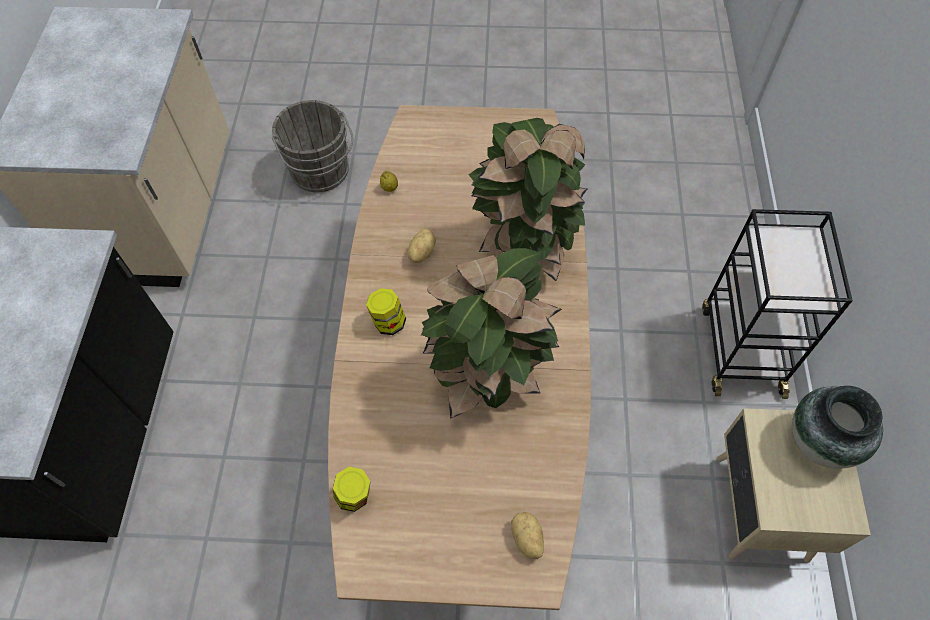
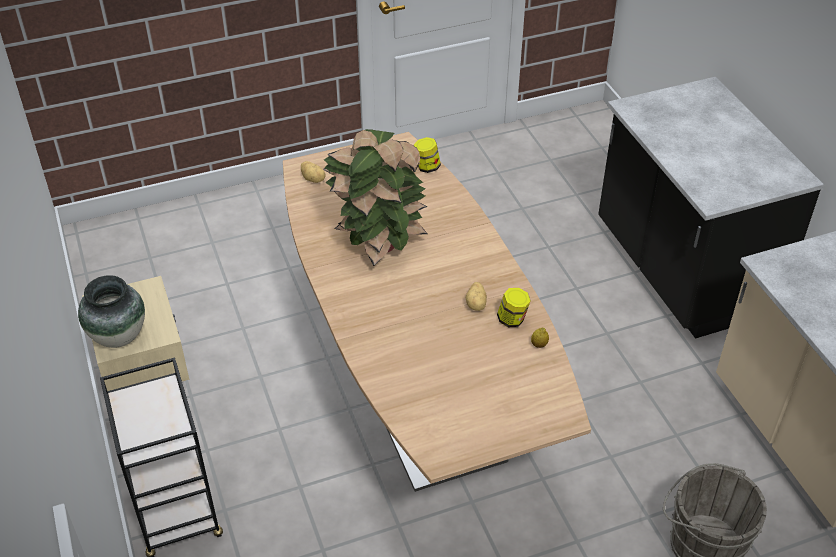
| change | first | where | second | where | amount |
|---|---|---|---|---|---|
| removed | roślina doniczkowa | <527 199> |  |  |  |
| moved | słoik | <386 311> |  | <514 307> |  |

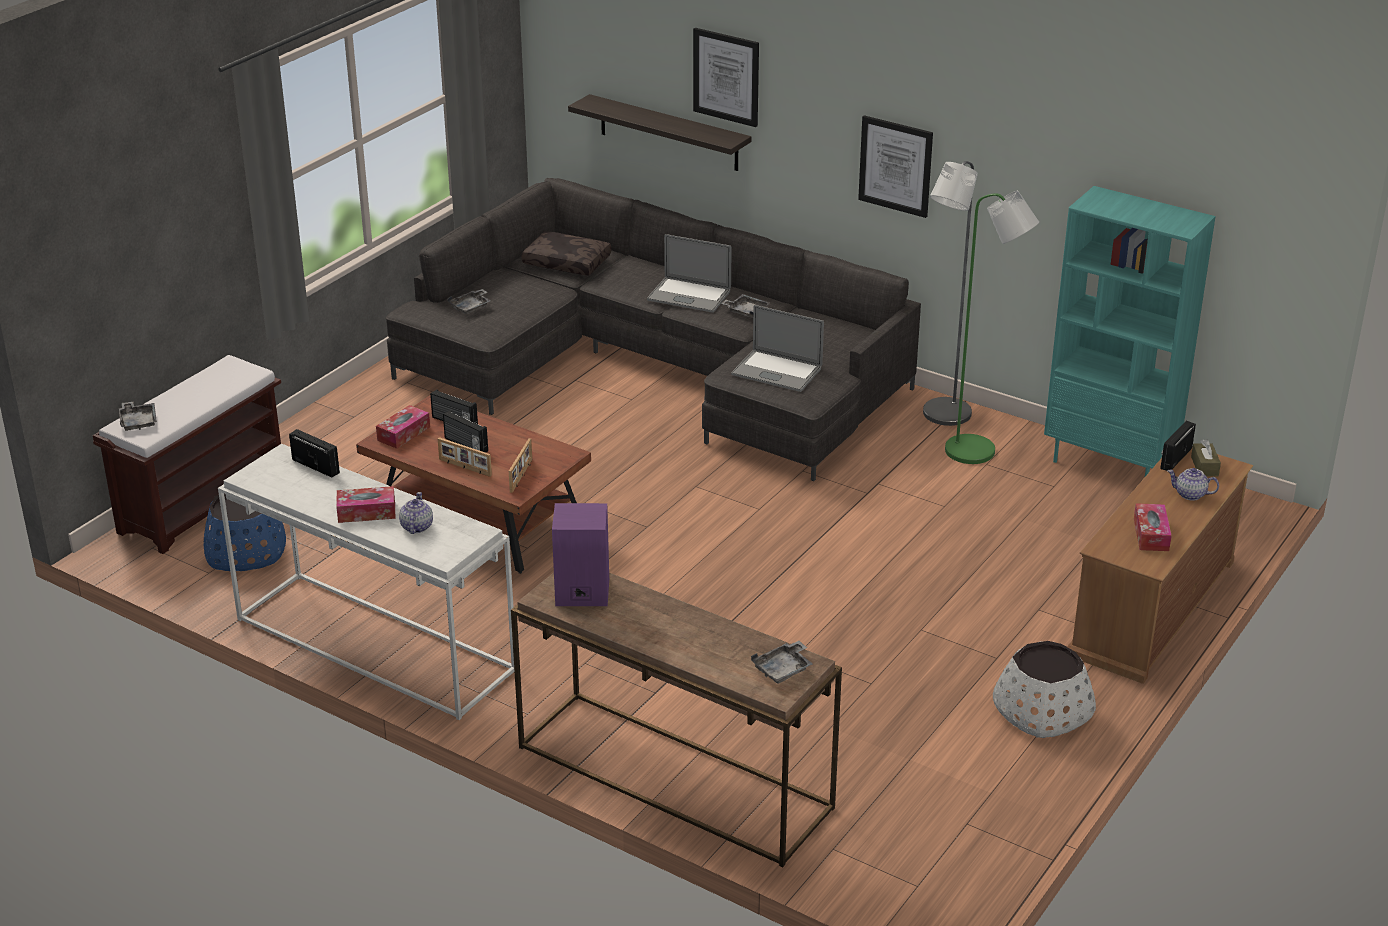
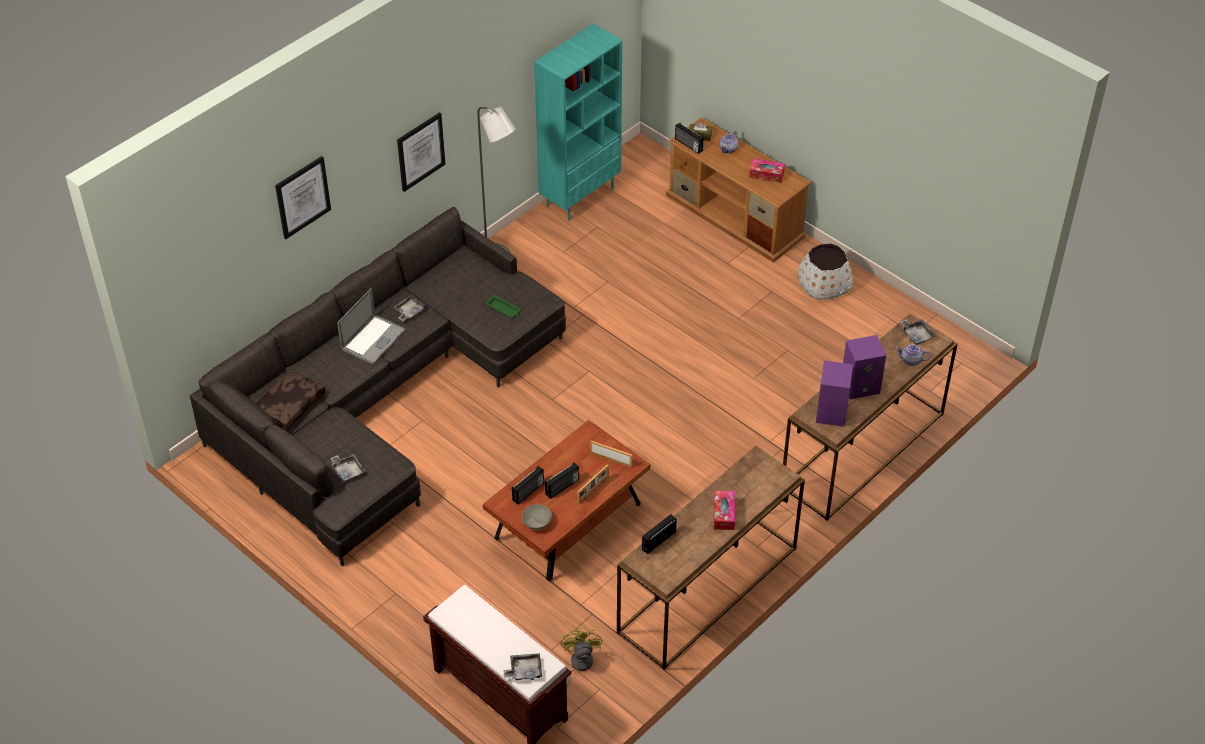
| change | first | where | second | where | amount |
|---|---|---|---|---|---|
| removed | półka | <659 132> |  |  |  |
| removed | lampa stojąca (zielony) | <992 327> |  |  |  |
| replaced | laptop | <777 348> | taca (zielony) | <503 306> |  |
| replaced | pudełko chusteczek | <403 427> | miska (szary) | <536 517> |  |
| recoloured | stolik konsolowy (biały) | <366 582> | stolik konsolowy (brązowy) | <711 558> |  |
| moved | imbryk | <416 513> |  | <913 355> |  |
| replaced | donica (niebieski) | <245 532> | wentylator (żółty) | <581 657> |  |
| added |  |  | głośnik (fioletowy) | <864 367> |  |

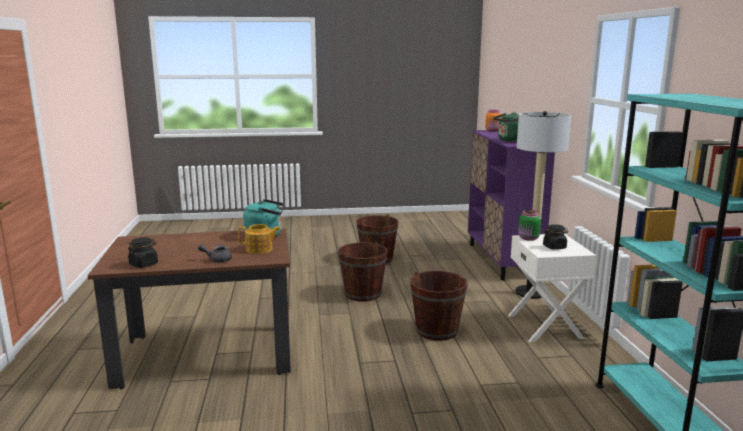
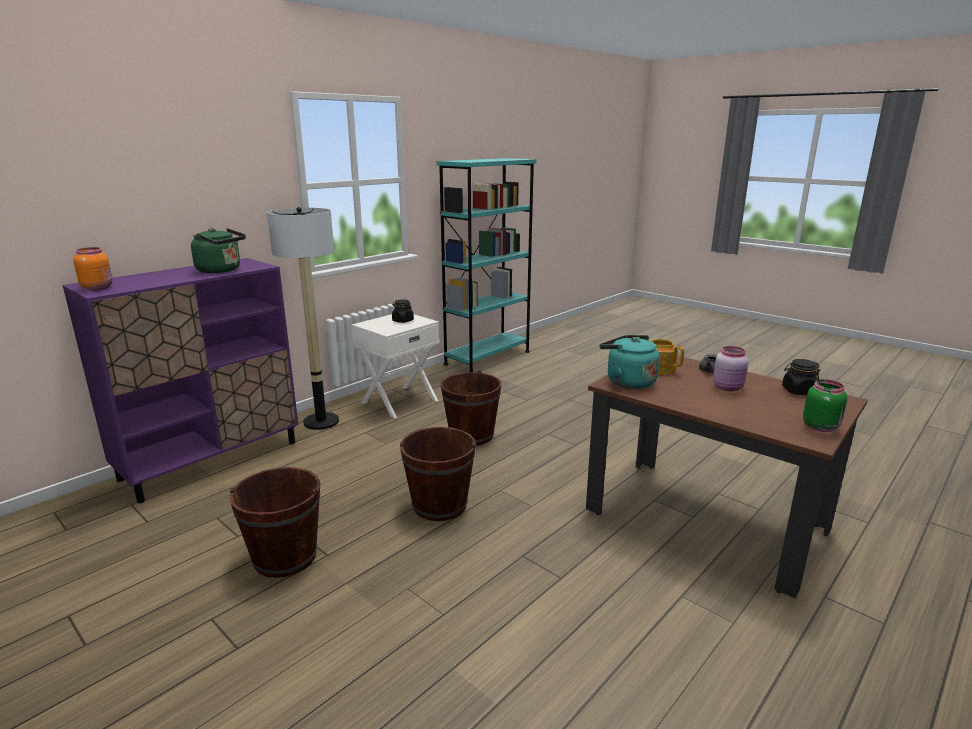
| change | first | where | second | where | amount |
|---|---|---|---|---|---|
| moved | słoik (zielony) | <529 225> |  | <825 405> |  |
| added |  |  | słoik (różowy) | <730 369> |  |

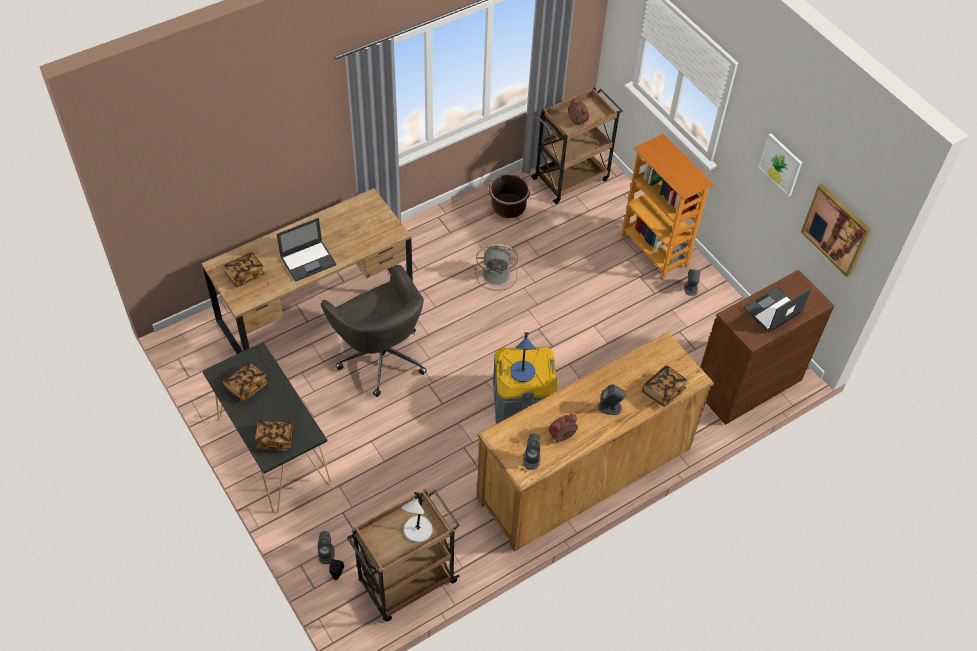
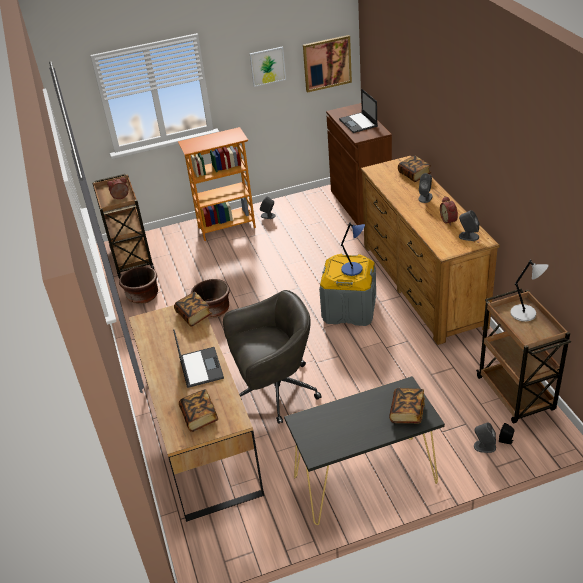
| change | first | where | second | where | amount |
|---|---|---|---|---|---|
| replaced | wentylator (szary) | <496 267> | donica (brązowy) | <210 298> |  |
| moved | książka | <245 381> |  | <193 309> |  |

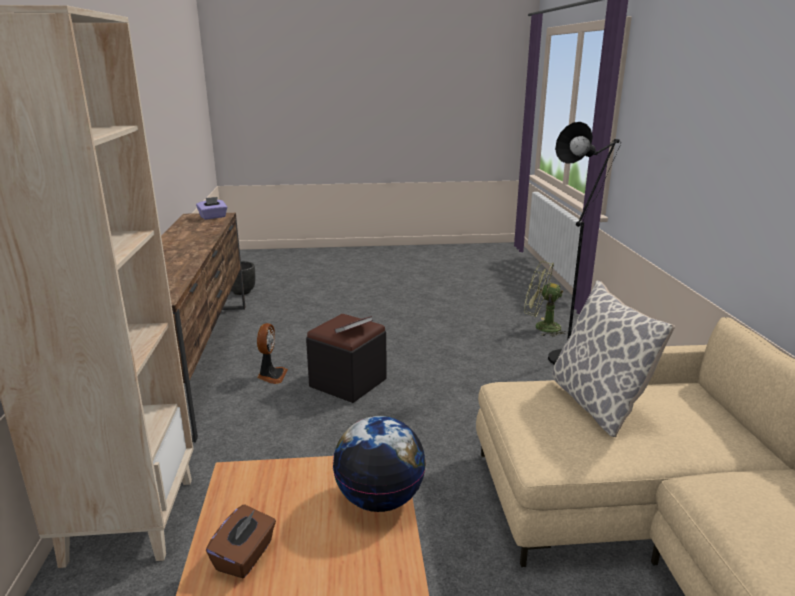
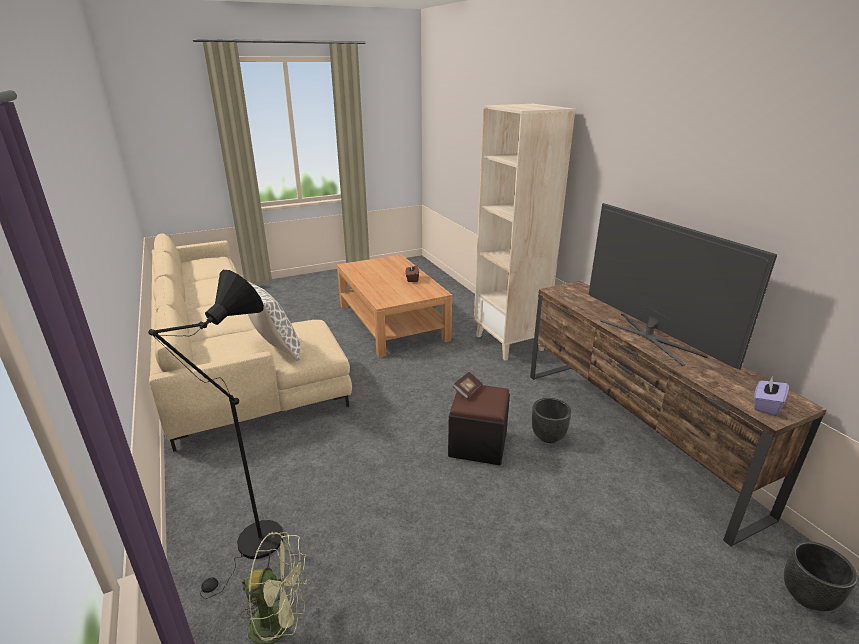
| change | first | where | second | where | amount |
|---|---|---|---|---|---|
| replaced | wentylator | <272 353> | donica (czarny) | <551 420> |  |
| removed | globus | <379 464> |  |  |  |
| added |  |  | telewizor | <683 286> |  |

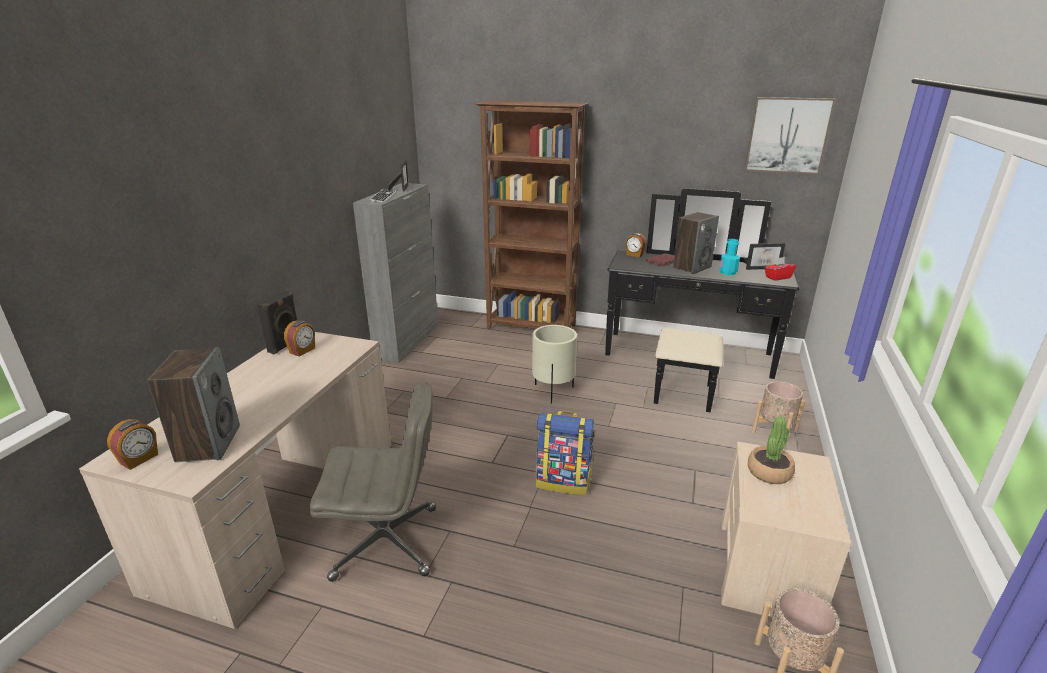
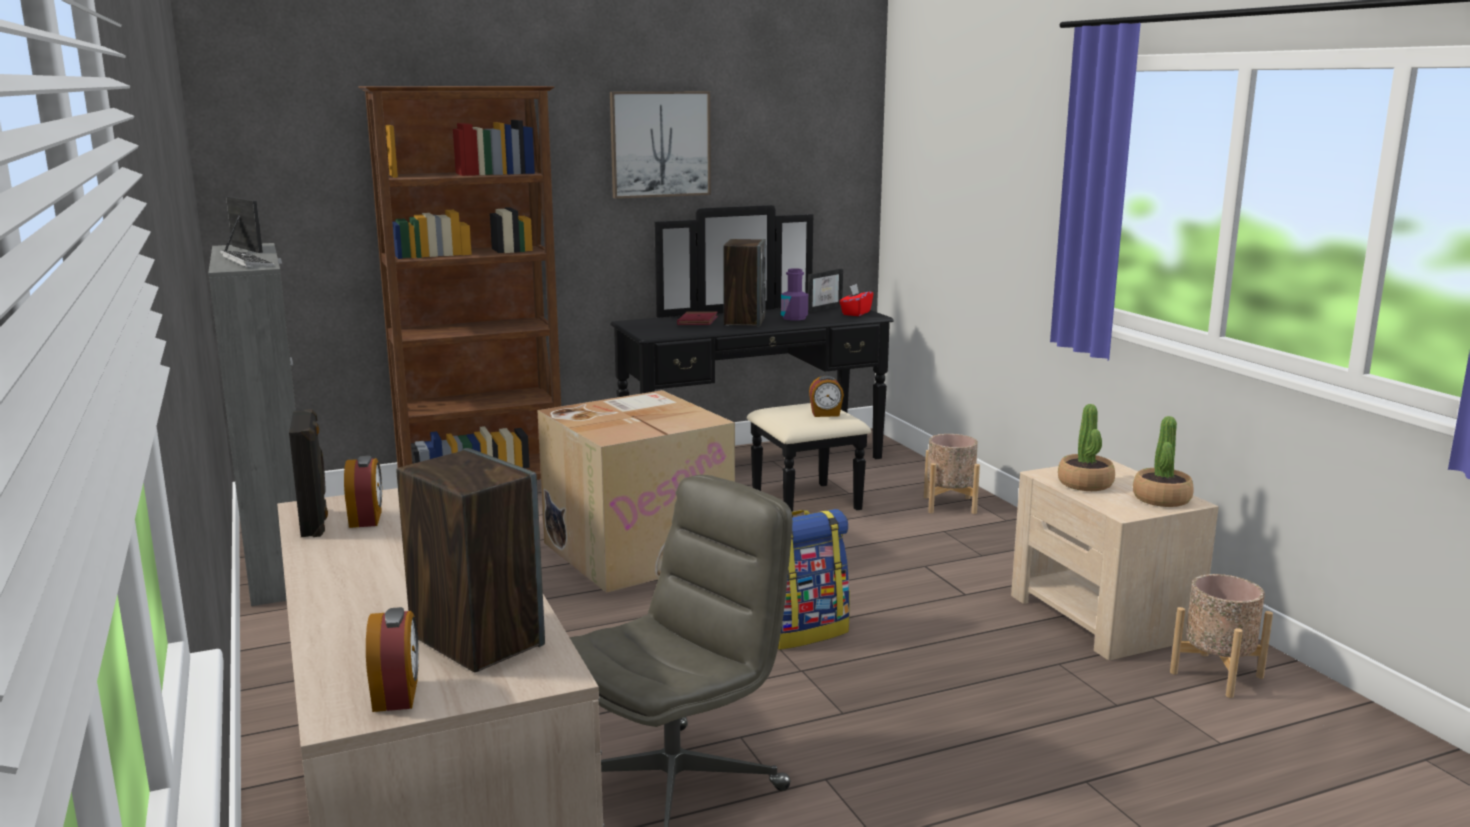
| change | first | where | second | where | amount |
|---|---|---|---|---|---|
| moved | obraz | <790 136> |  | <660 145> |  |
| moved | budzik | <636 245> |  | <826 396> |  |
| recoloured | butelka (turkusowy) | <729 257> | butelka (fioletowy) | <794 294> |  |
| replaced | donica (beżowy) | <554 364> | karton | <636 491> |  |
| added |  |  | roślina doniczkowa | <1163 461> |  |

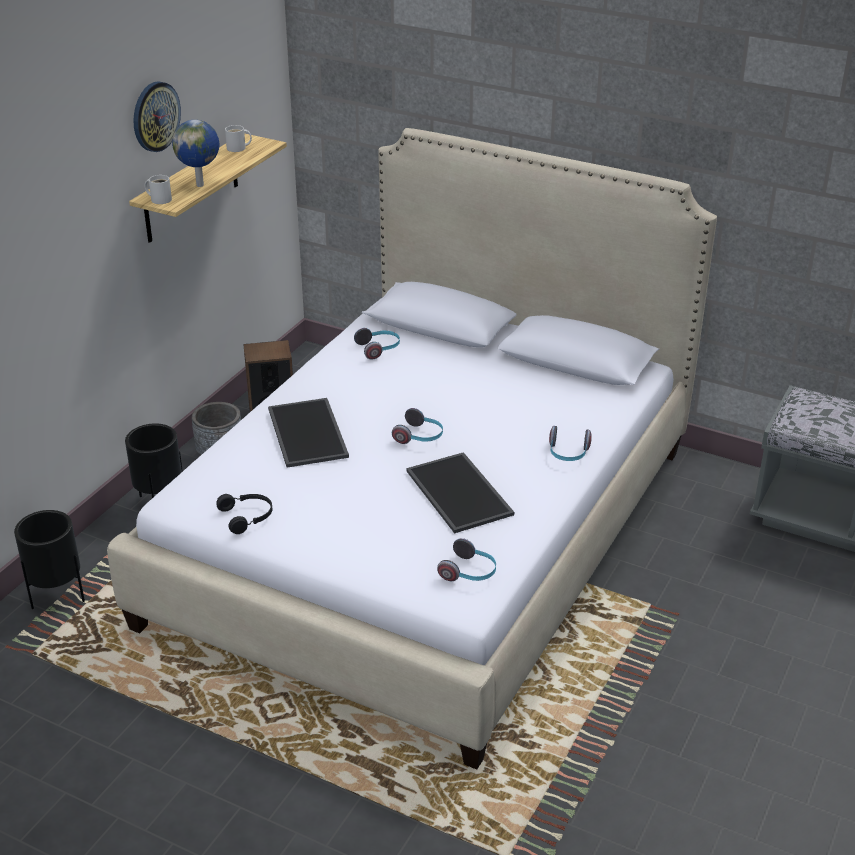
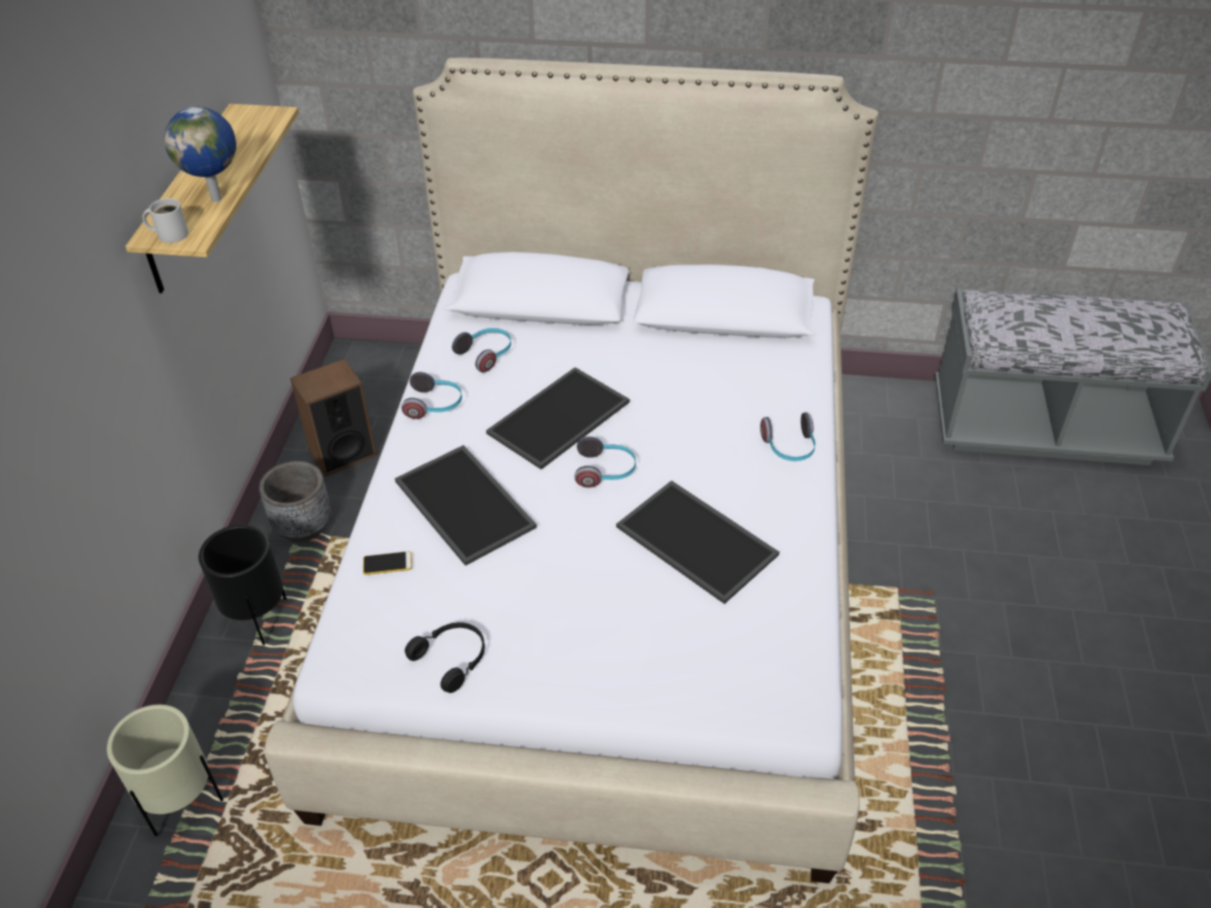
| change | first | where | second | where | amount |
|---|---|---|---|---|---|
| removed | zegar ścienny | <157 116> |  |  |  |
| removed | kubek (biały) | <238 138> |  |  |  |
| recoloured | donica (czarny) | <49 559> | donica (beżowy) | <165 771> |  |
| moved | słuchawki | <466 559> |  | <431 395> |  |
| added |  |  | taca | <558 418> |  |
| added |  |  | telefon | <387 563> |  |

